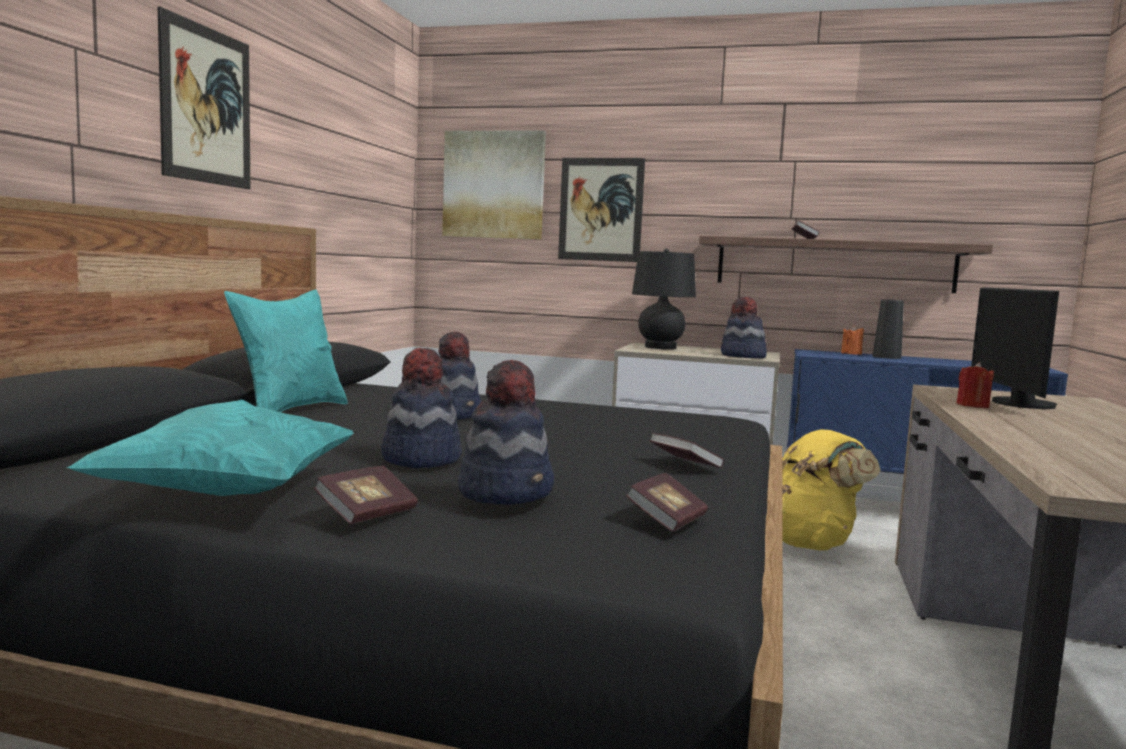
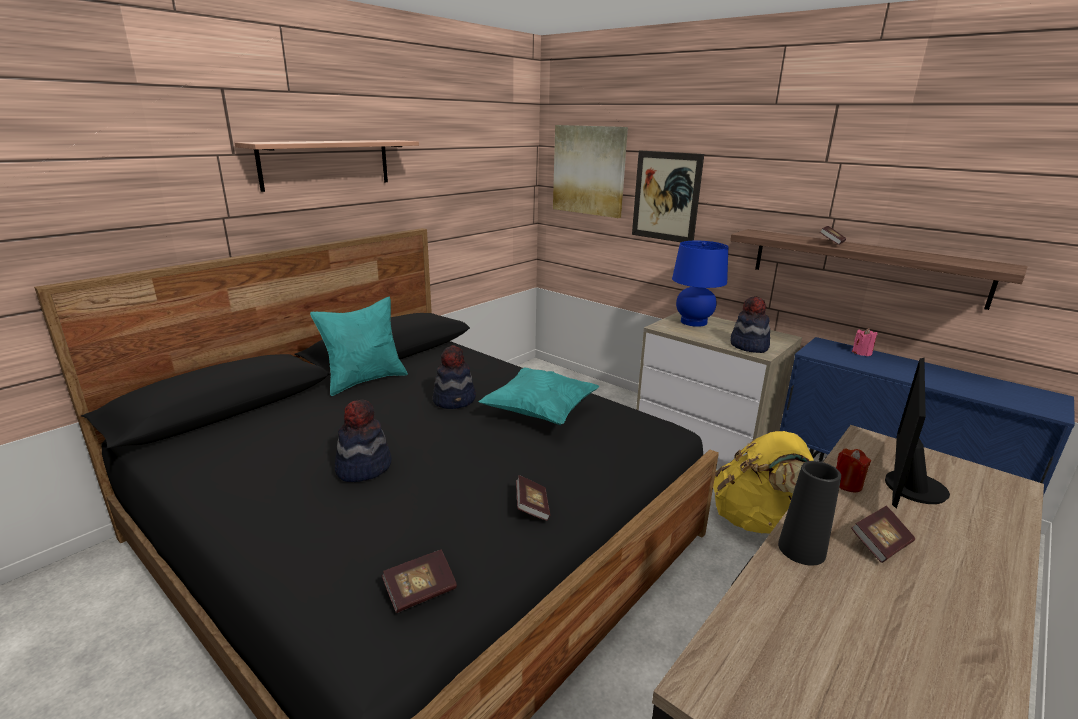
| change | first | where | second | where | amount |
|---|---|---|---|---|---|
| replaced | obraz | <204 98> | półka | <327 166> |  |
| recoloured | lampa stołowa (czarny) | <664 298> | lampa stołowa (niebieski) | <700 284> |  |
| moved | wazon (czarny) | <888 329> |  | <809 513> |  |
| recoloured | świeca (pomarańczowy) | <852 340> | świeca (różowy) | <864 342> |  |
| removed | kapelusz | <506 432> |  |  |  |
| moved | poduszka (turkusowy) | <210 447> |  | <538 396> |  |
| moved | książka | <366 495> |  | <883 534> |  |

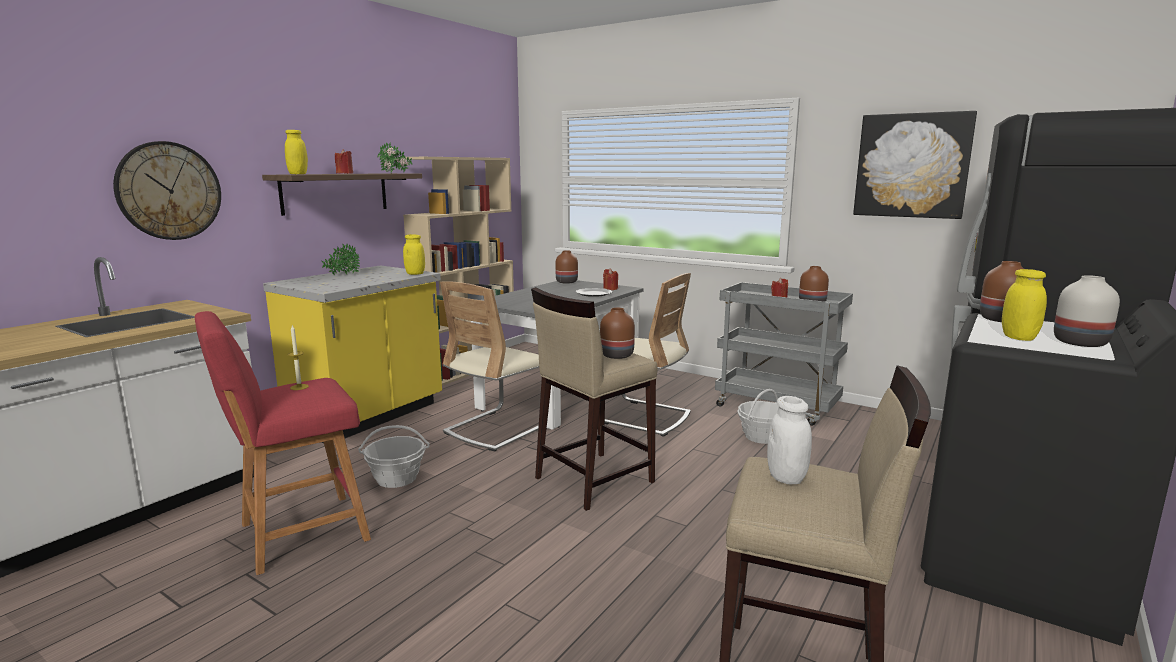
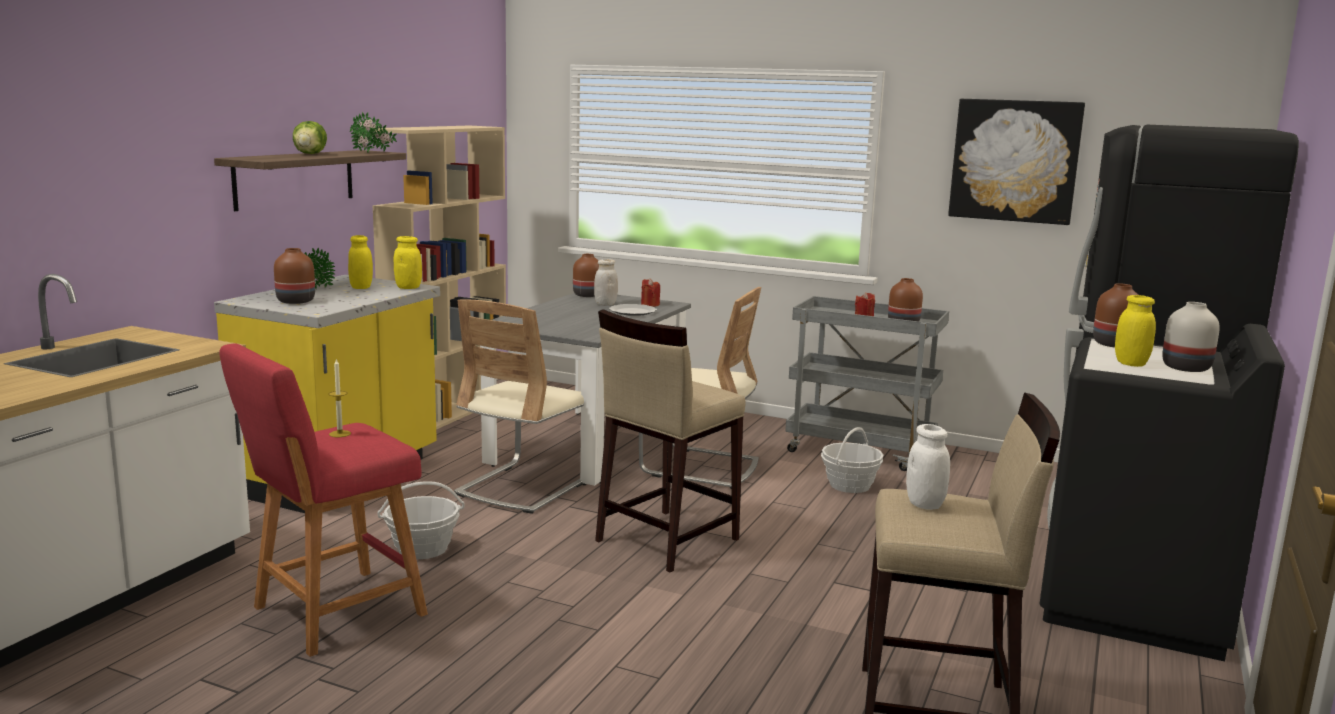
| change | first | where | second | where | amount |
|---|---|---|---|---|---|
| moved | słoik (żółty) | <296 152> |  | <360 262> |  |
| removed | zegar ścienny | <167 190> |  |  |  |
| replaced | świeca (czerwony) | <344 161> | sałata | <310 137> |  |
| moved | wazon (brązowy) | <617 333> |  | <294 276> |  |
| added |  |  | słoik (biały) | <606 282> |  |

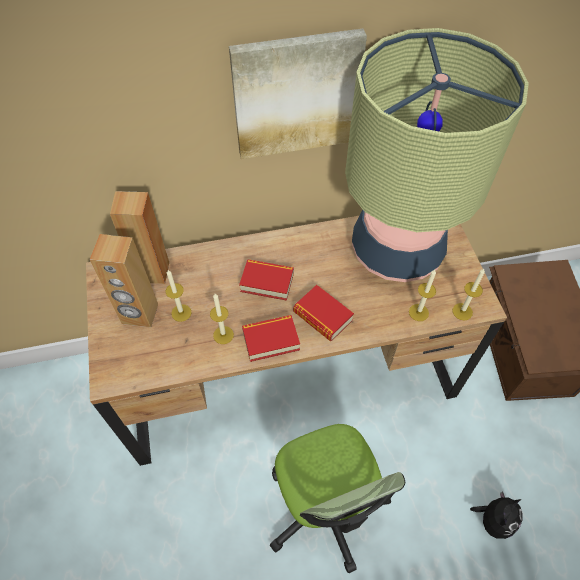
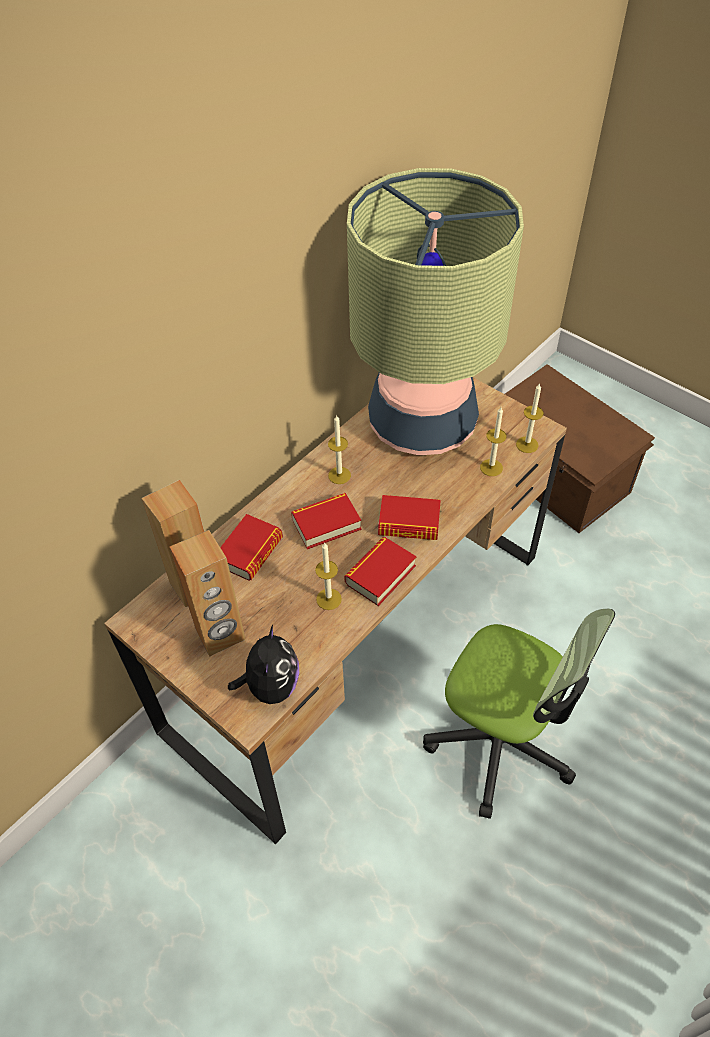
| change | first | where | second | where | amount |
|---|---|---|---|---|---|
| removed | obraz | <298 94> |  |  |  |
| moved | świeca | <178 296> |  | <339 449> |  |
| moved | pluszak | <496 515> |  | <263 664> |  |
| added |  |  | książka | <251 547> |  |

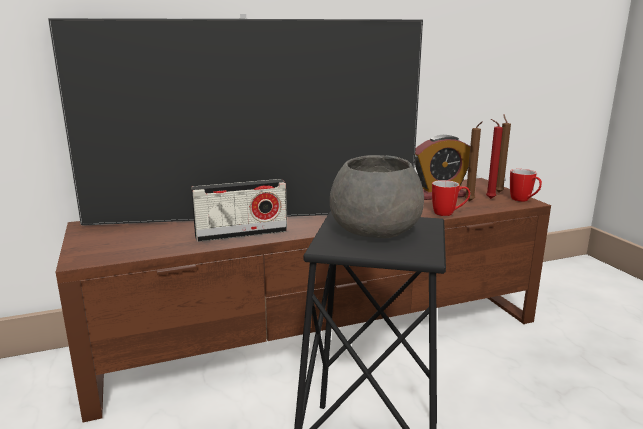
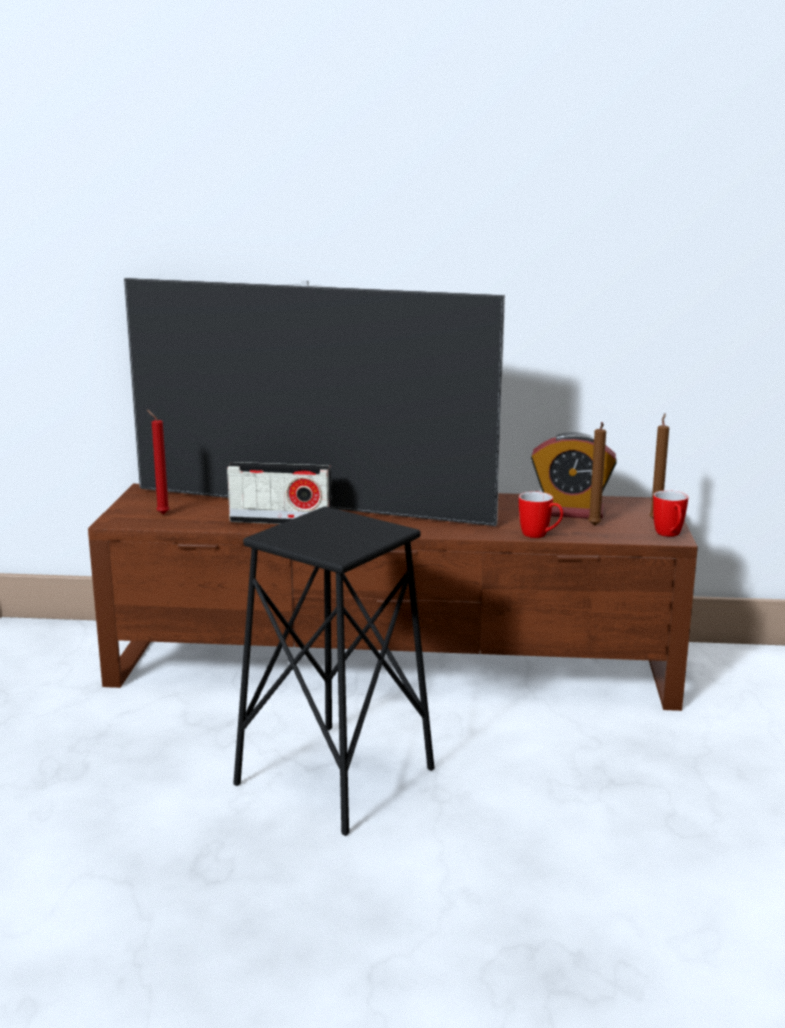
| change | first | where | second | where | amount |
|---|---|---|---|---|---|
| moved | świeca (czerwony) | <494 159> |  | <158 462> |  |
| removed | miska (szary) | <377 196> |  |  |  |

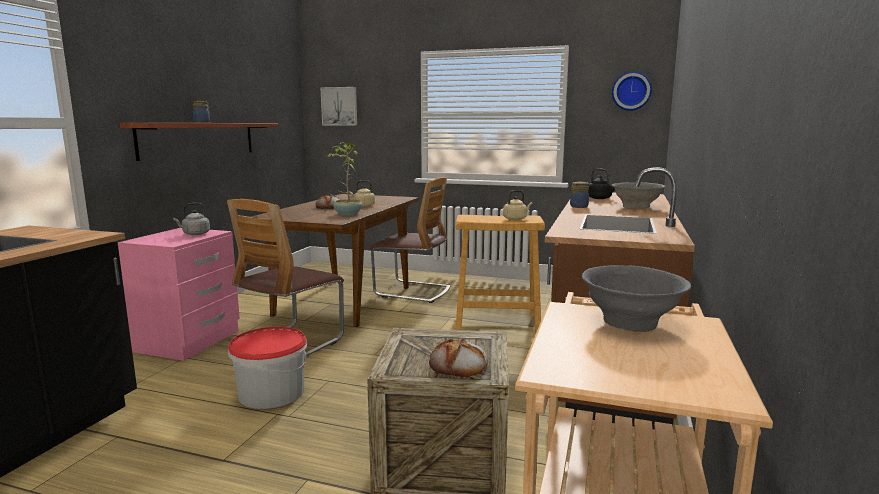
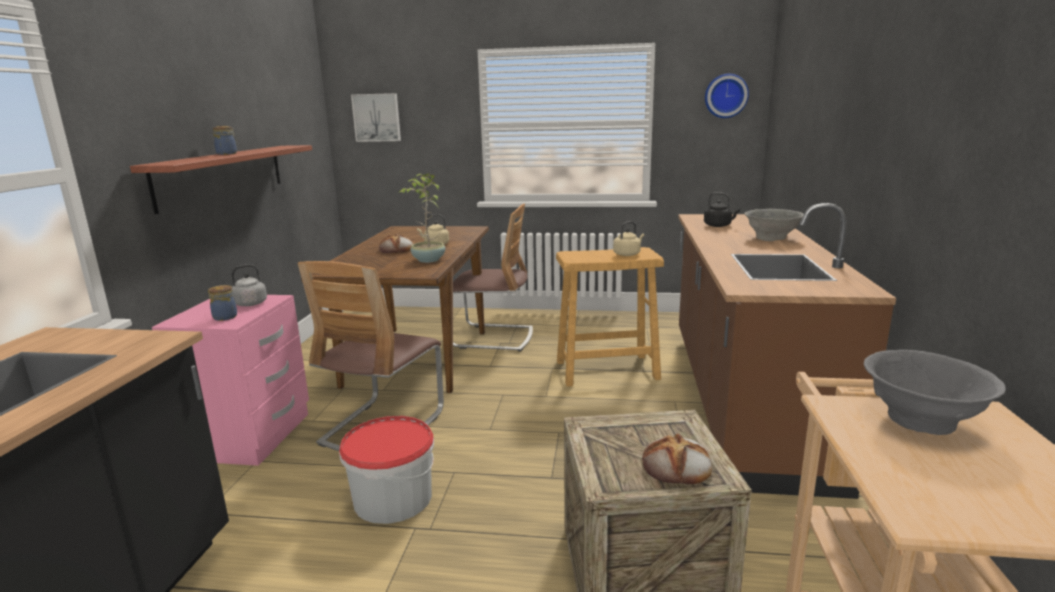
| change | first | where | second | where | amount |
|---|---|---|---|---|---|
| moved | słoik | <579 195> |  | <222 303> |  |

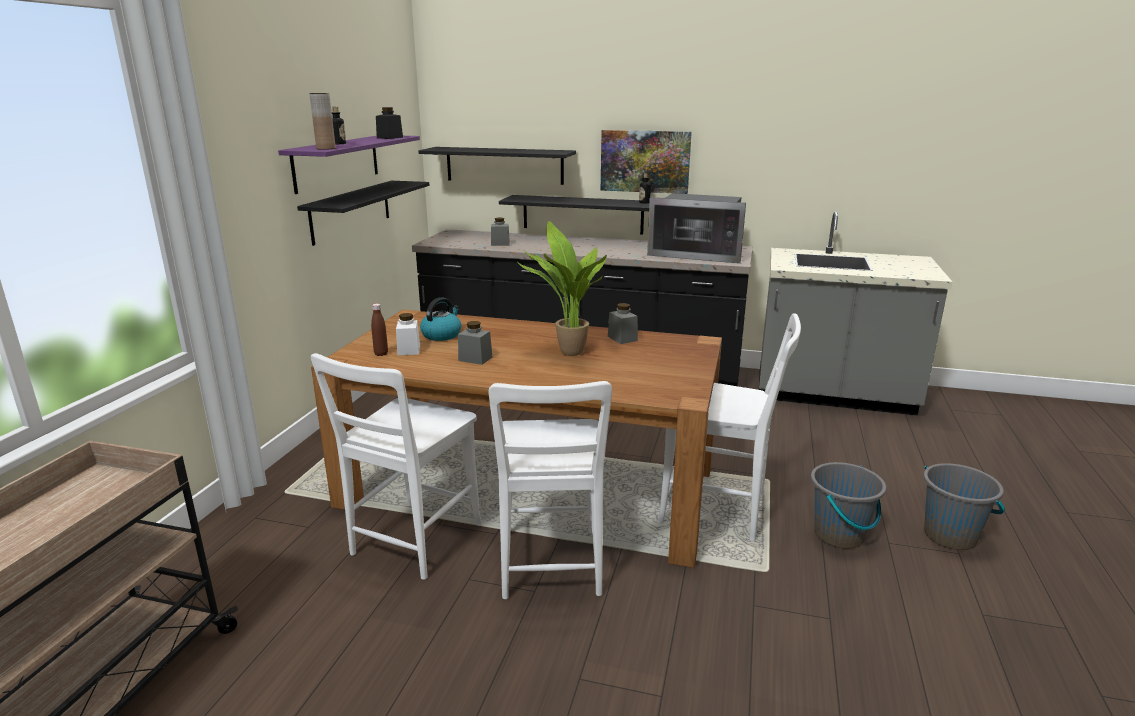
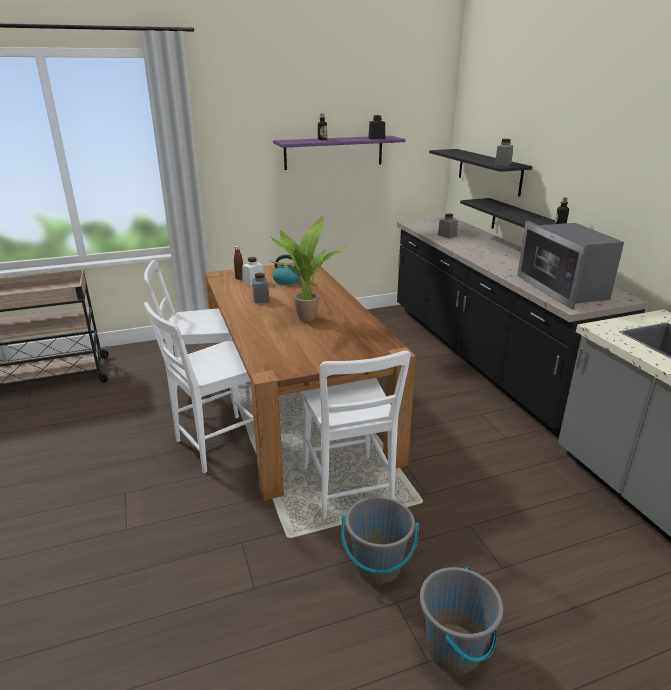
| change | first | where | second | where | amount |
|---|---|---|---|---|---|
| removed | wazon (brązowy) | <322 121> |  |  |  |
| removed | obraz | <646 162> |  |  |  |
| removed | półka (czarny) | <363 213> |  |  |  |
| moved | słoik (szary) | <623 323> |  | <504 152> |  |

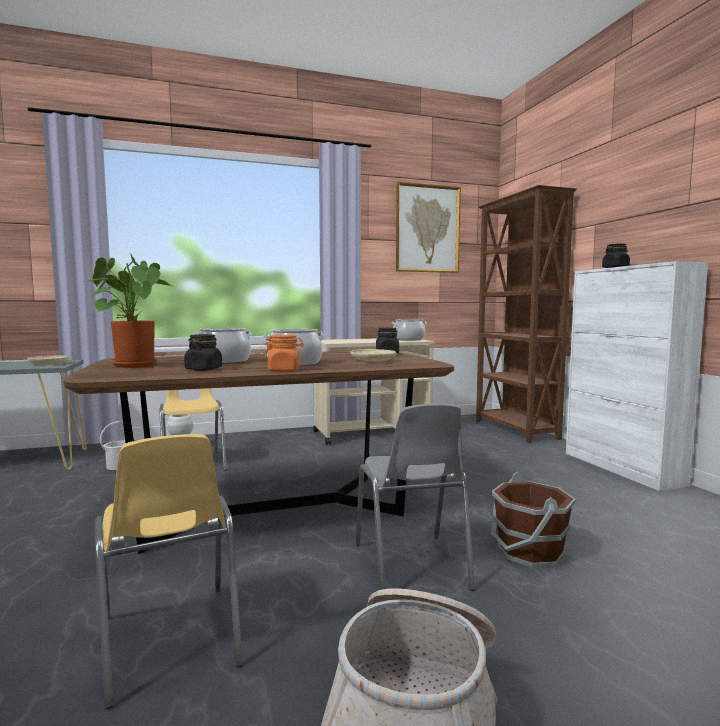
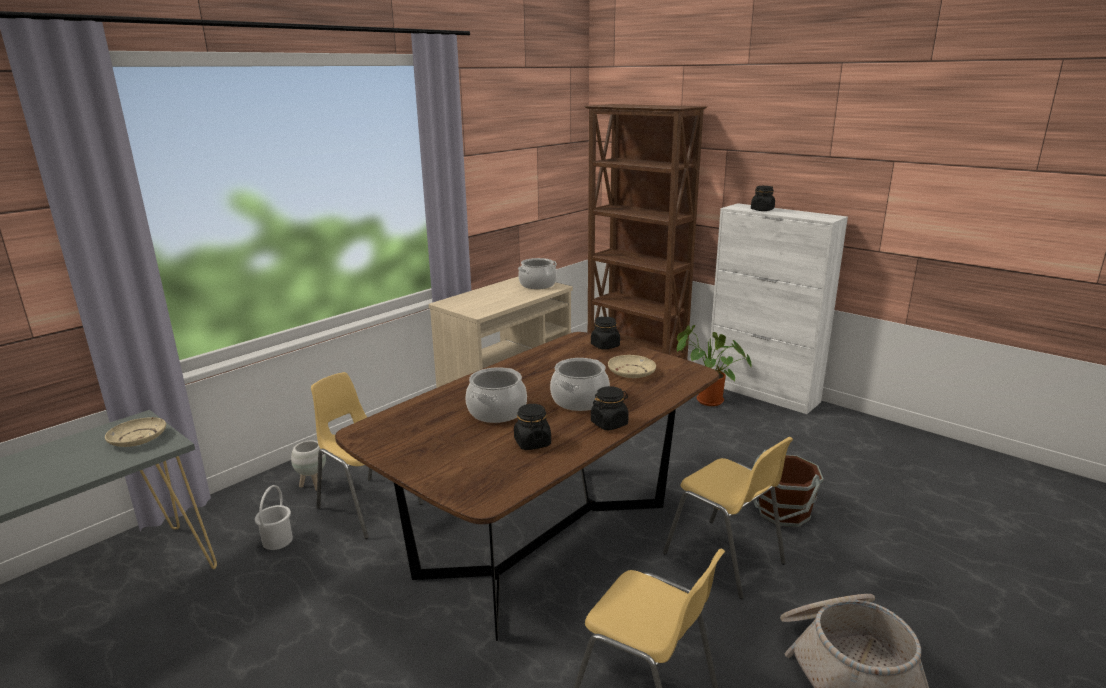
| change | first | where | second | where | amount |
|---|---|---|---|---|---|
| removed | obraz | <428 227> |  |  |  |
| moved | roślina doniczkowa | <129 310> |  | <714 365> |  |
| recoloured | słoik (pomarańczowy) | <284 353> | słoik (czarny) | <610 408> |  |
| recoloured | krzesło (szary) | <415 497> | krzesło (żółty) | <728 518> |  |

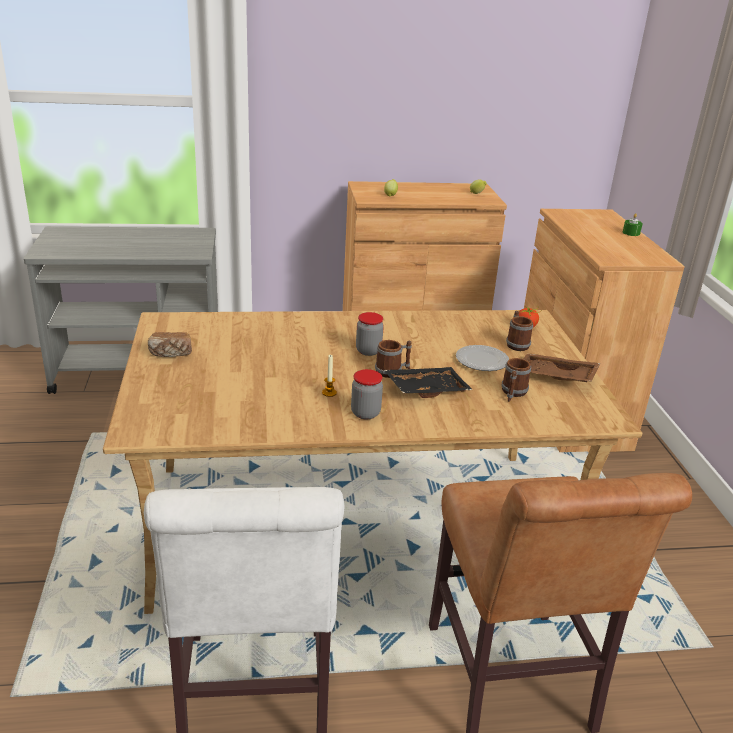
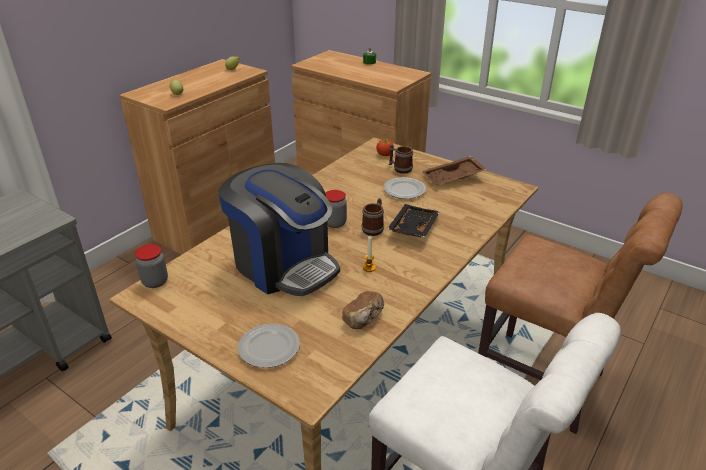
| change | first | where | second | where | amount |
|---|---|---|---|---|---|
| moved | chleb | <170 344> |  | <363 310> |  |
| removed | kubek | <516 380> |  |  |  |
| moved | słoik | <367 394> |  | <151 266> |  |
| added |  |  | ekspres do kawy | <279 229> |  |
| added |  |  | talerz | <269 346> |  |

